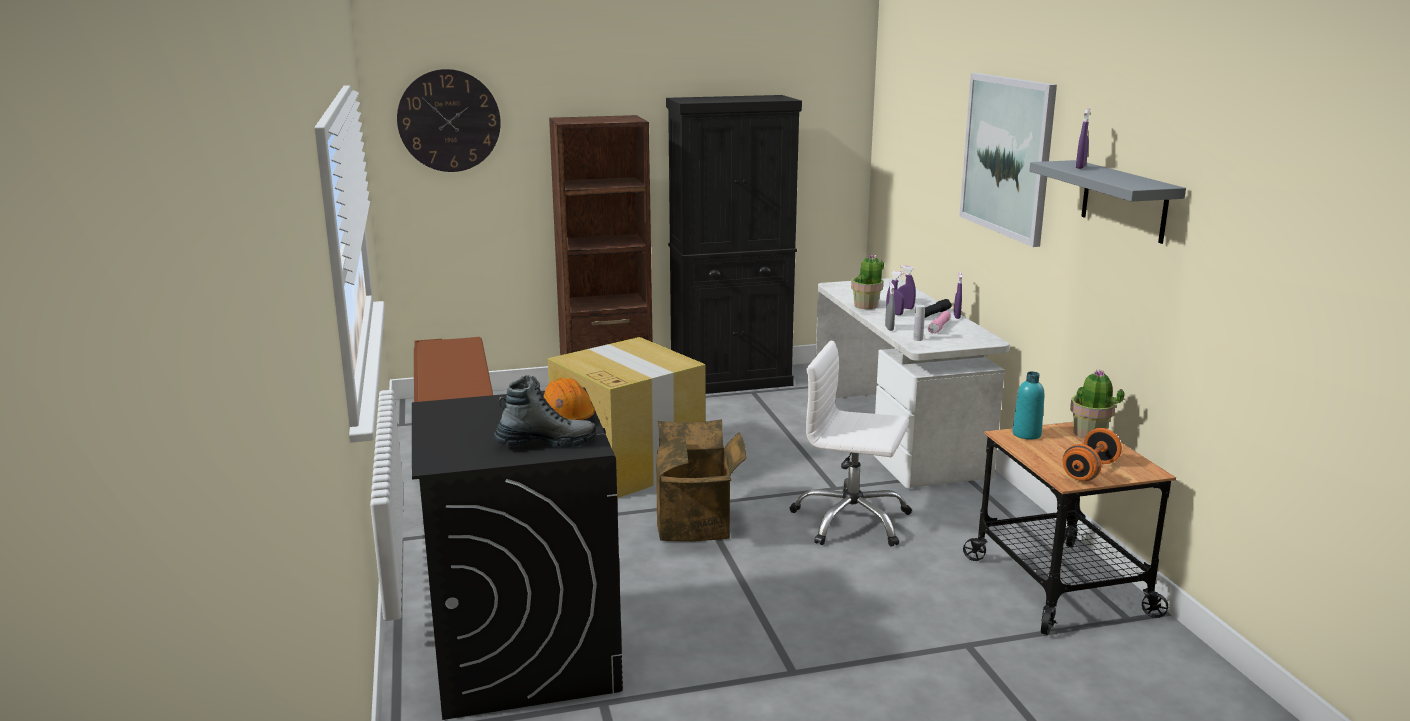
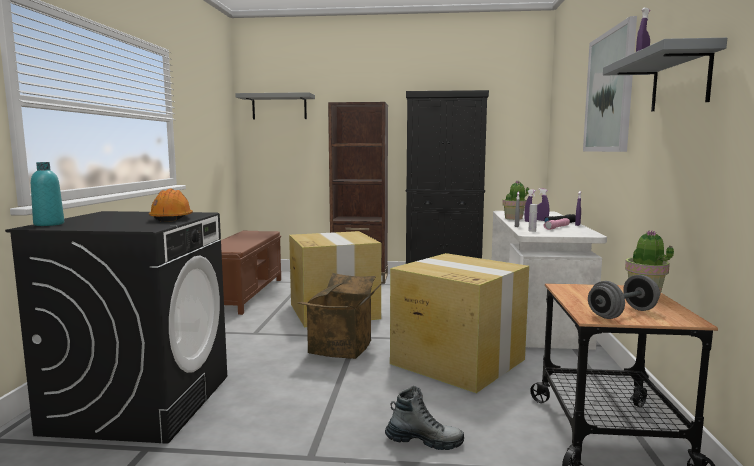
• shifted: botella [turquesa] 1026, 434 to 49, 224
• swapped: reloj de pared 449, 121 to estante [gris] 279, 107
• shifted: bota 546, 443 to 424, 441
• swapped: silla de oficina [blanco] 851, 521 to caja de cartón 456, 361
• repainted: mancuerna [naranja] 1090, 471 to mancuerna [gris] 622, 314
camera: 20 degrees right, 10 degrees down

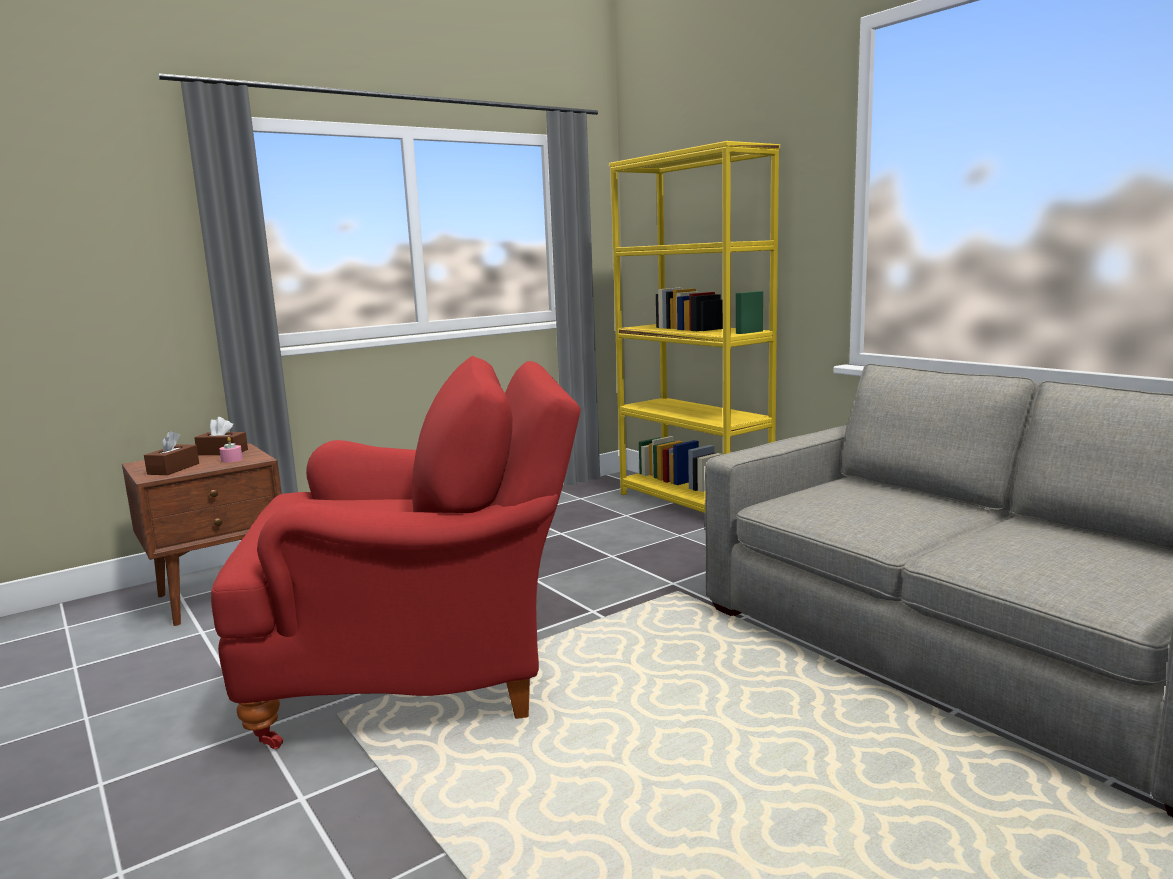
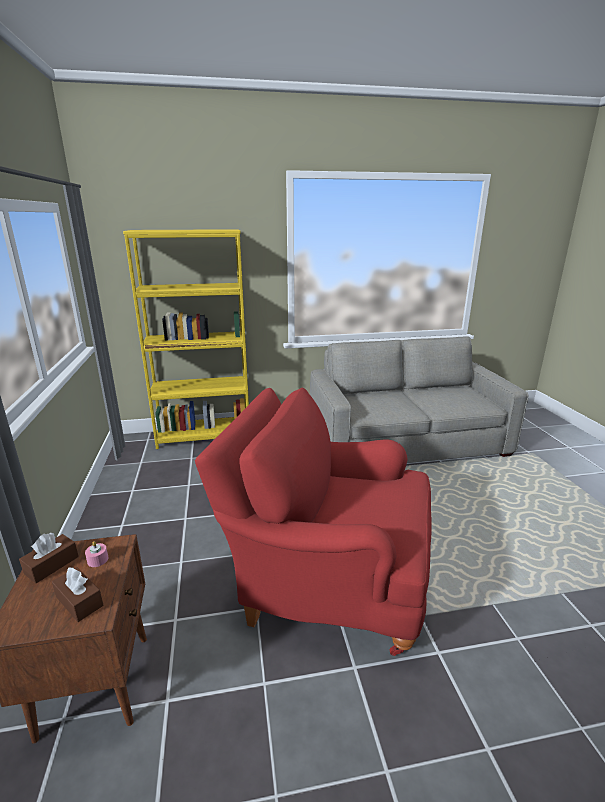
• rotated: sillón [rojo] 423, 669 = 326, 579 90 degrees counterclockwise
camera: 65 degrees left, 10 degrees up

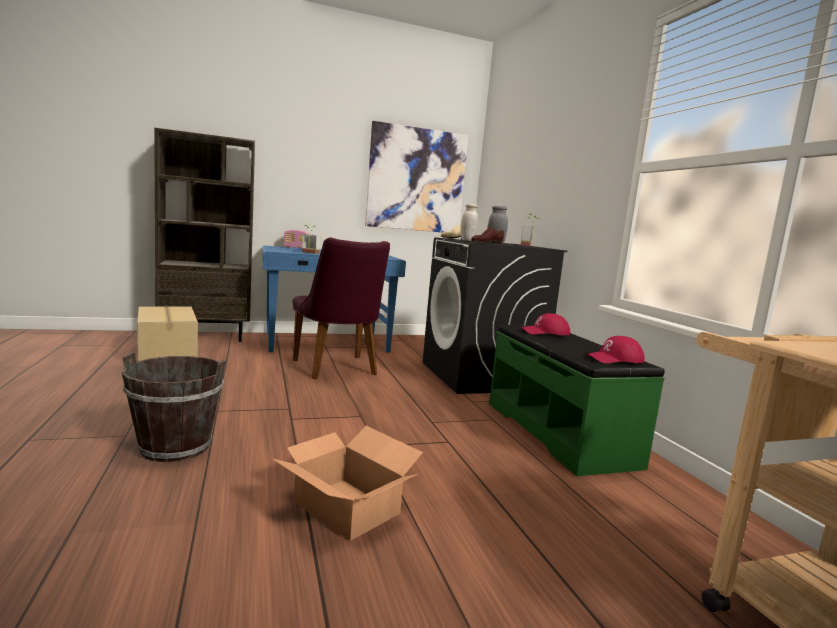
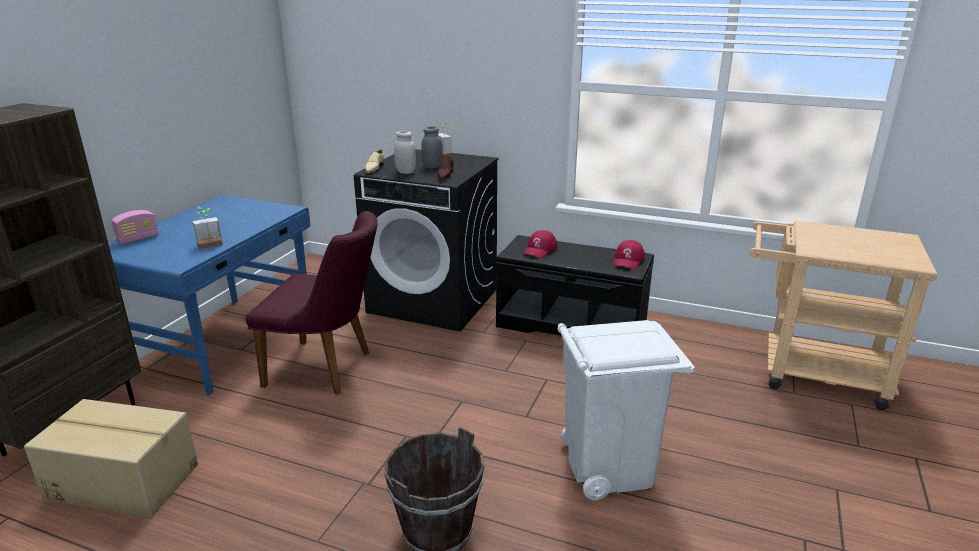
• repainted: banco [verde] 559, 432 to banco [negro] 571, 325
• swapped: caja de cartón 346, 507 to papelera [blanco] 609, 467
• gone: cuadro 416, 180
camera: 50 degrees left, 15 degrees up

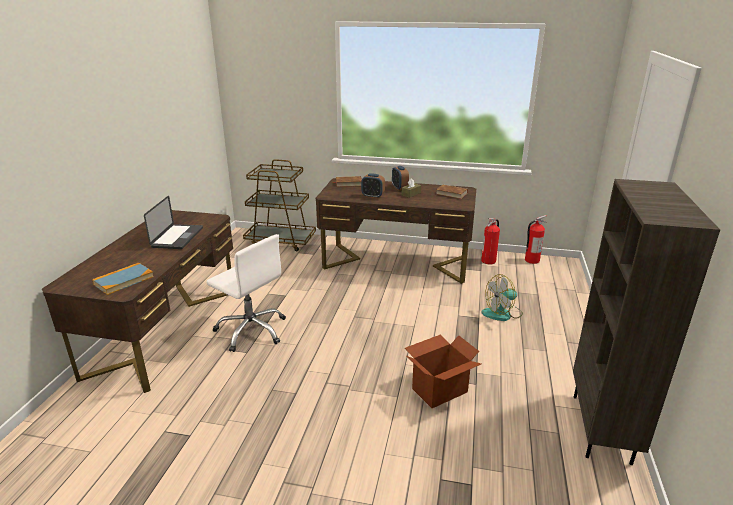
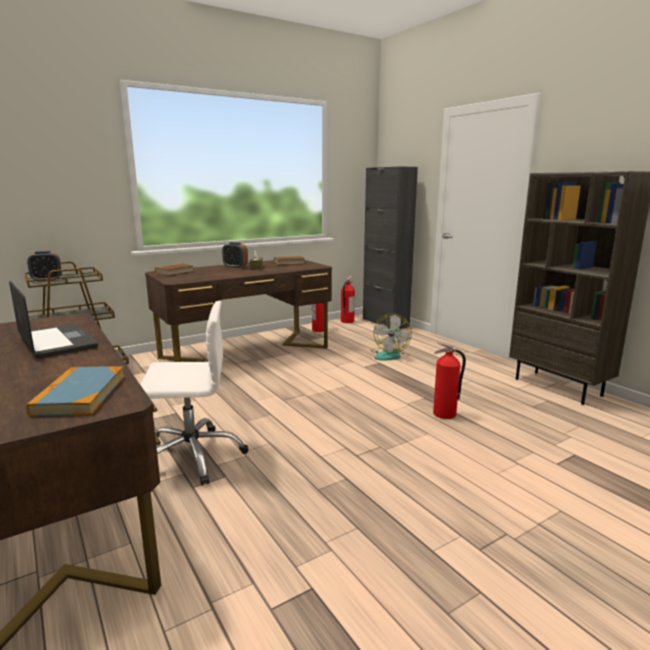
• shifted: despertador 373, 196 to 47, 280
• new: armario [negro] 385, 323
• swapped: caja de cartón 439, 390 to extintor 445, 414
camera: 45 degrees left, 10 degrees down

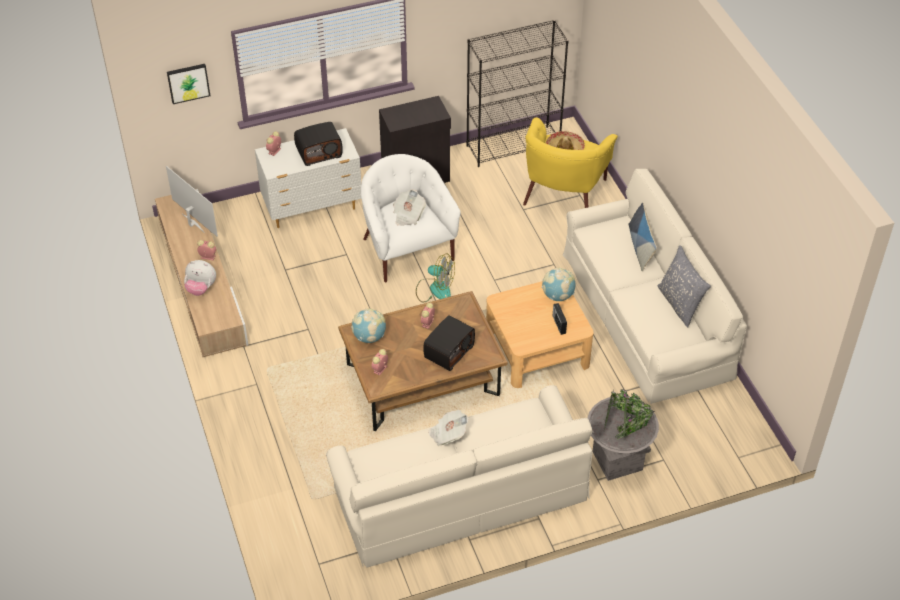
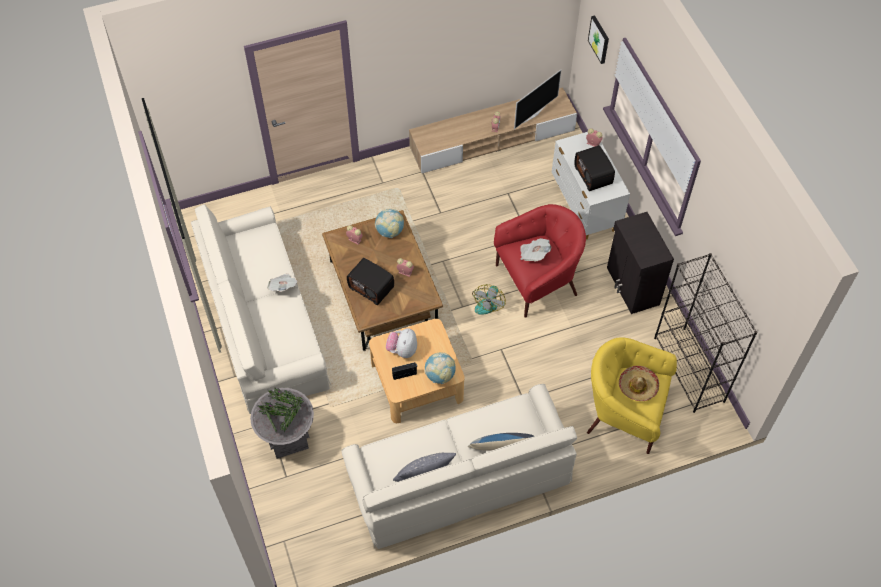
• shifted: peluche 201, 288 to 402, 350
• repainted: sillón [blanco] 407, 249 to sillón [rojo] 537, 280
camera: 90 degrees right, 10 degrees up

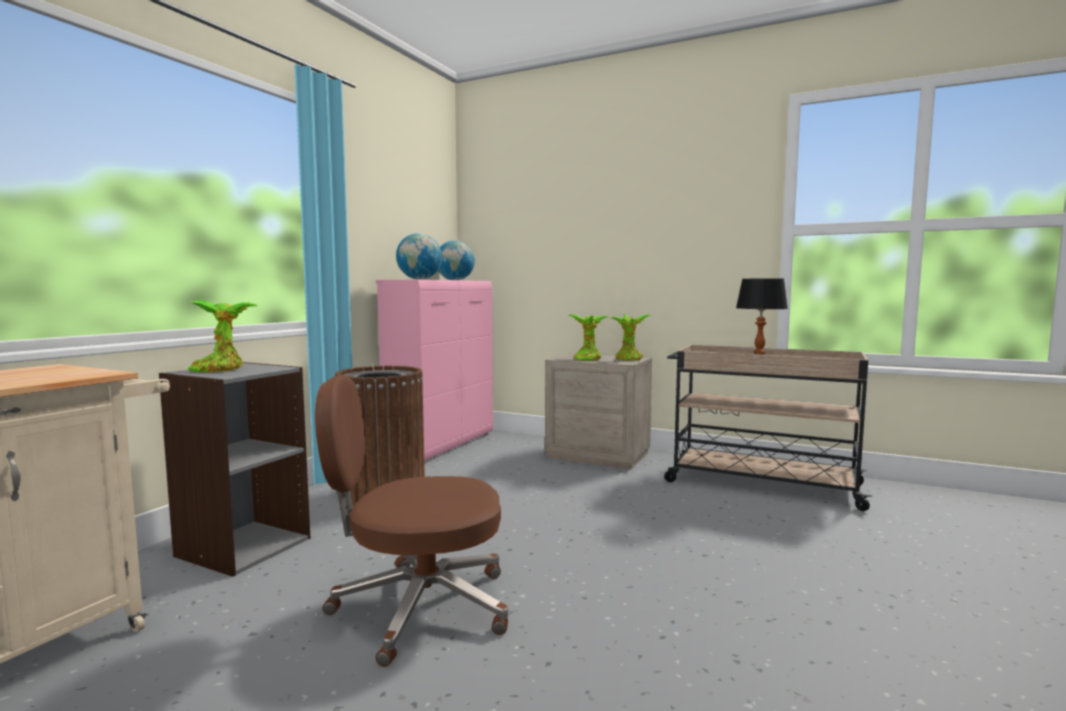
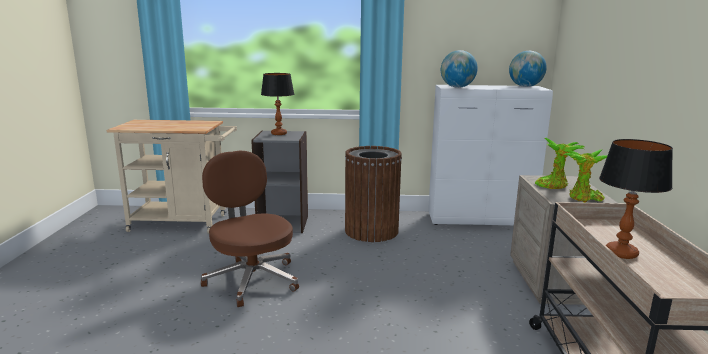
• swapped: planta en maceta 221, 369 to lámpara de mesa 279, 134
• repainted: armario [rosa] 442, 445 to armario [blanco] 480, 220
camera: 65 degrees right, 10 degrees up

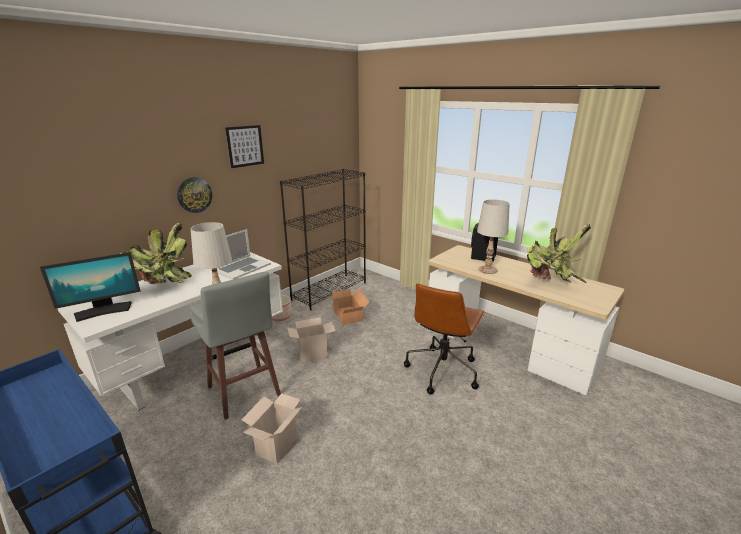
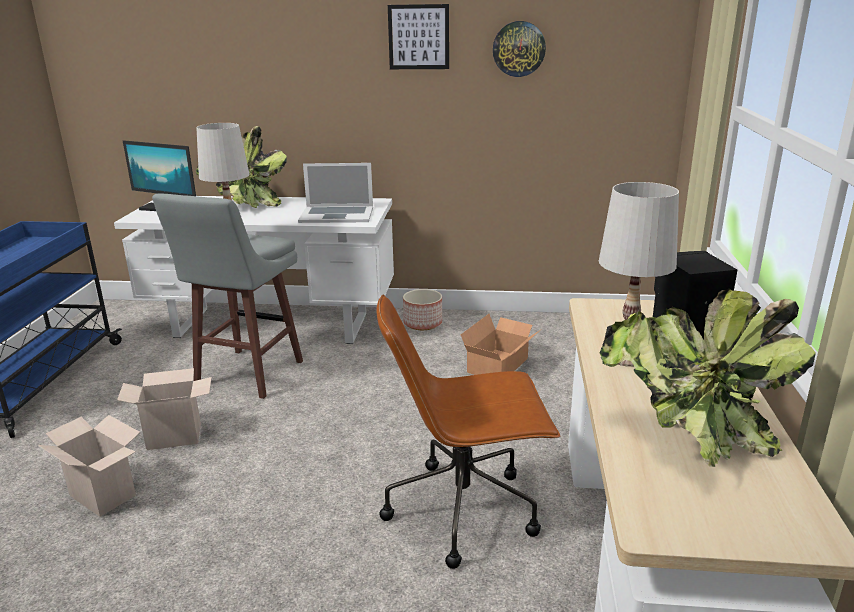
• shifted: caja de cartón 313, 354 to 105, 495
• shifted: reloj de pared 194, 195 to 519, 49
• gone: estantería [negro] 329, 291
camera: 55 degrees right, 0 degrees up

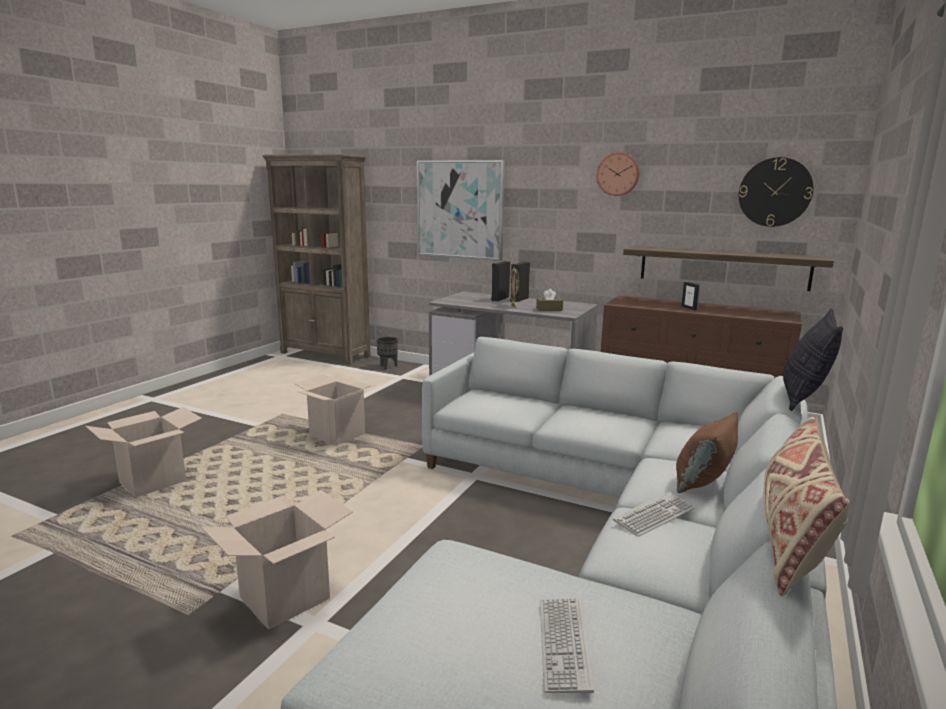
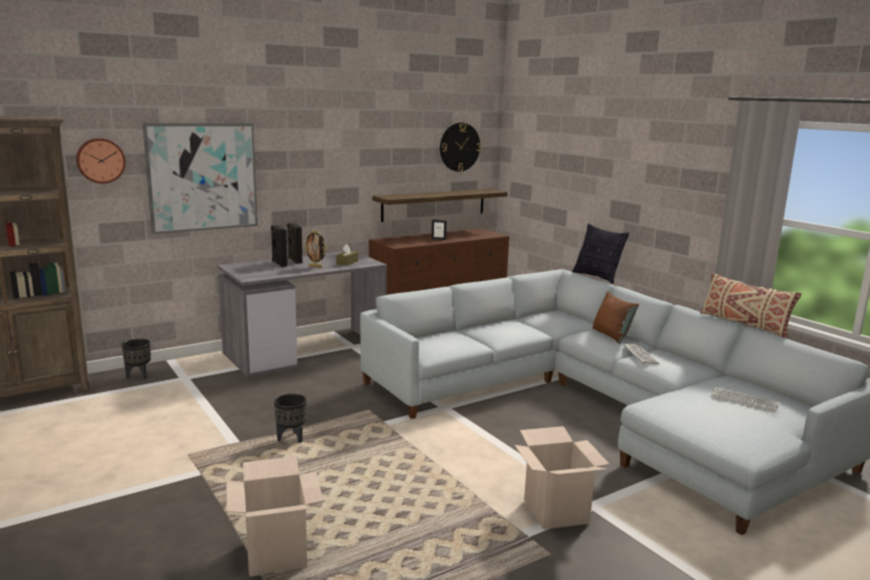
• shifted: reloj de pared 618, 174 to 100, 160
• swapped: caja de cartón 337, 435 to maceta [negro] 291, 438
camera: 60 degrees left, 0 degrees up

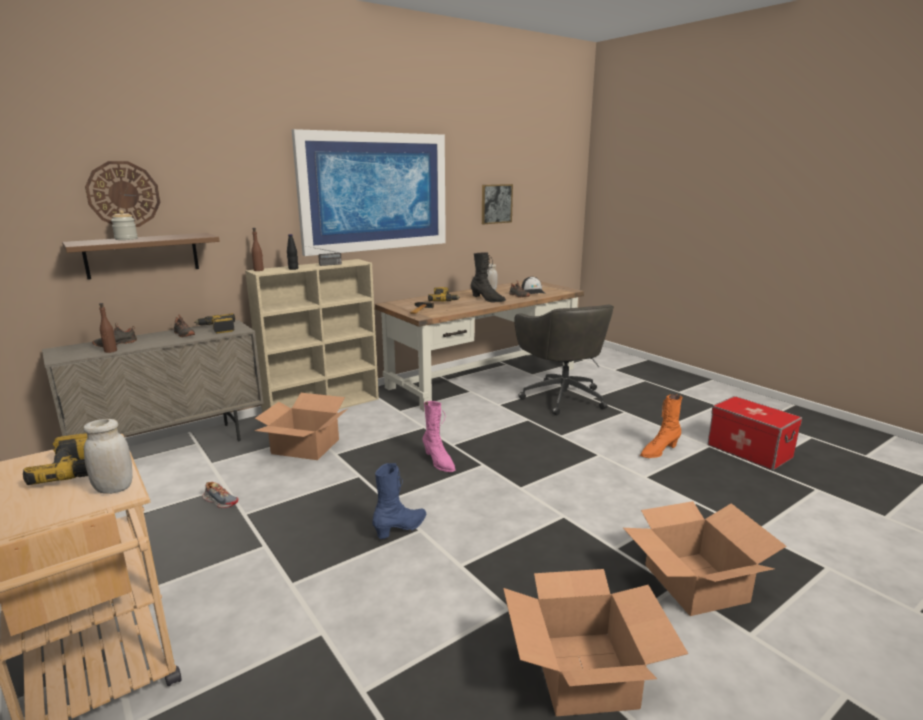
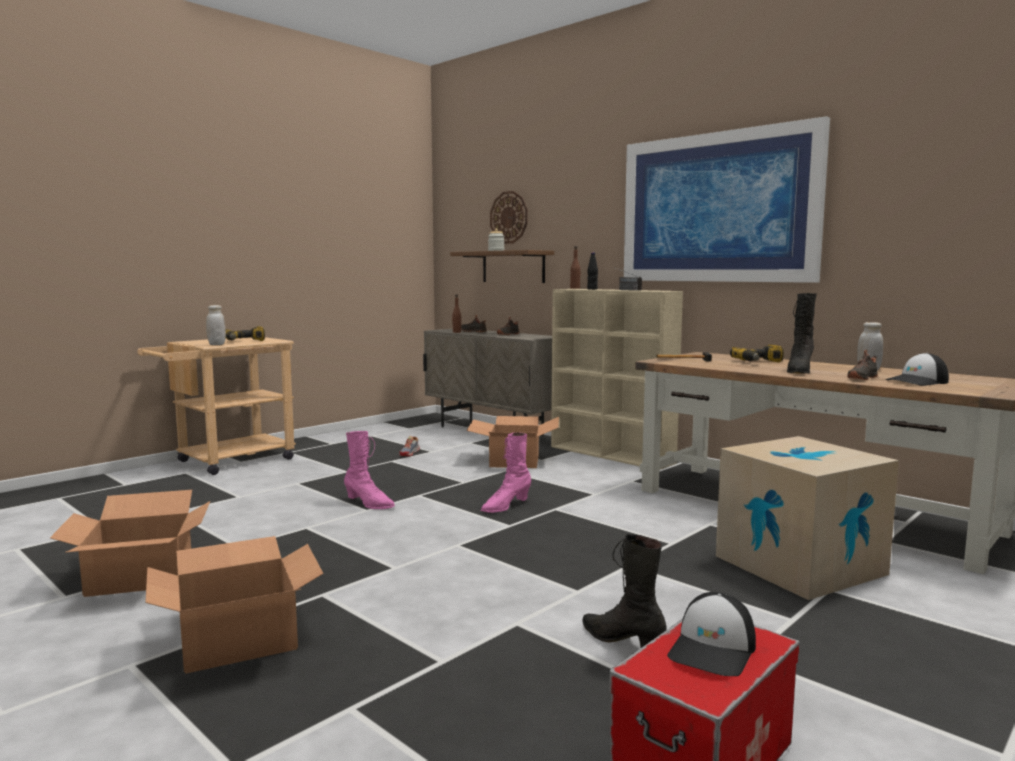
• repainted: bota [azul] 401, 528 to bota [rosa] 369, 504
• repainted: bota [naranja] 658, 452 to bota [negro] 622, 642
• new: gorra 713, 650
• swapped: silla de oficina [gris] 562, 397 to caja de cartón 799, 565
• gone: taladro 218, 328
• gone: cuadro 496, 204
camera: 80 degrees right, 10 degrees down

